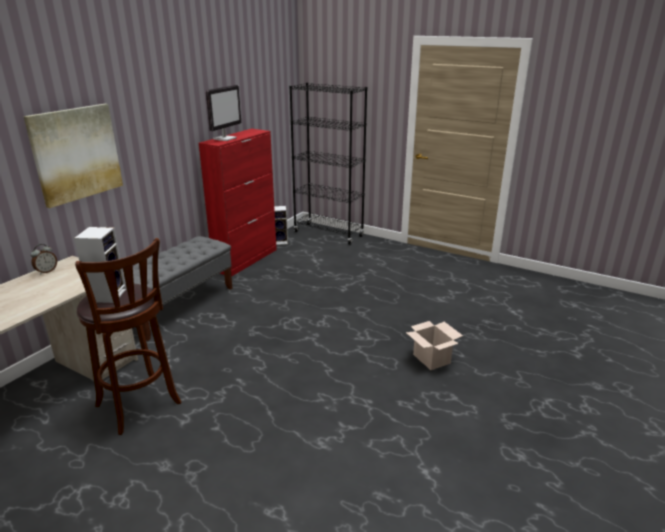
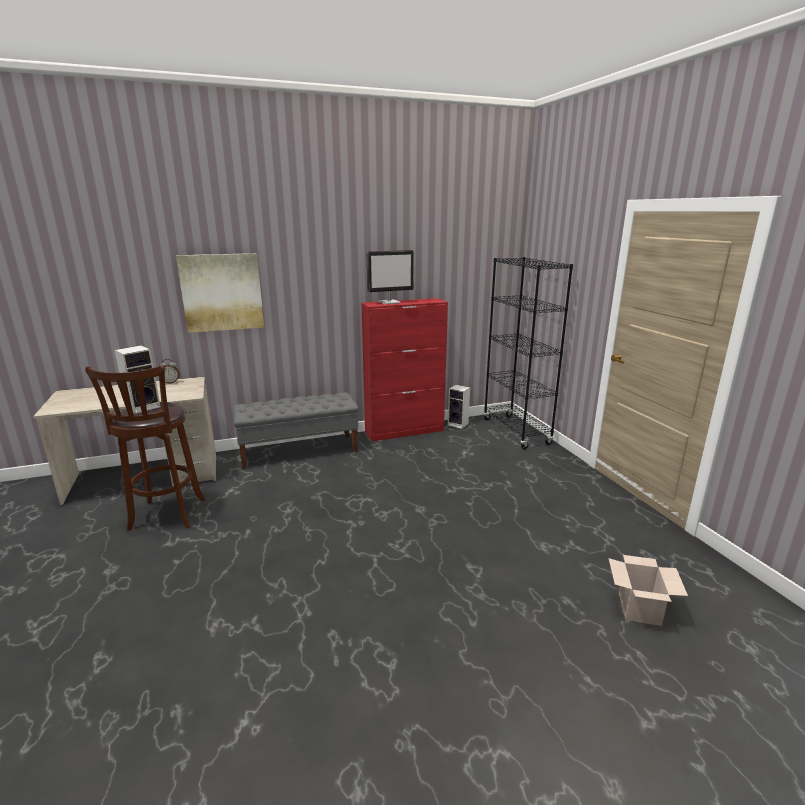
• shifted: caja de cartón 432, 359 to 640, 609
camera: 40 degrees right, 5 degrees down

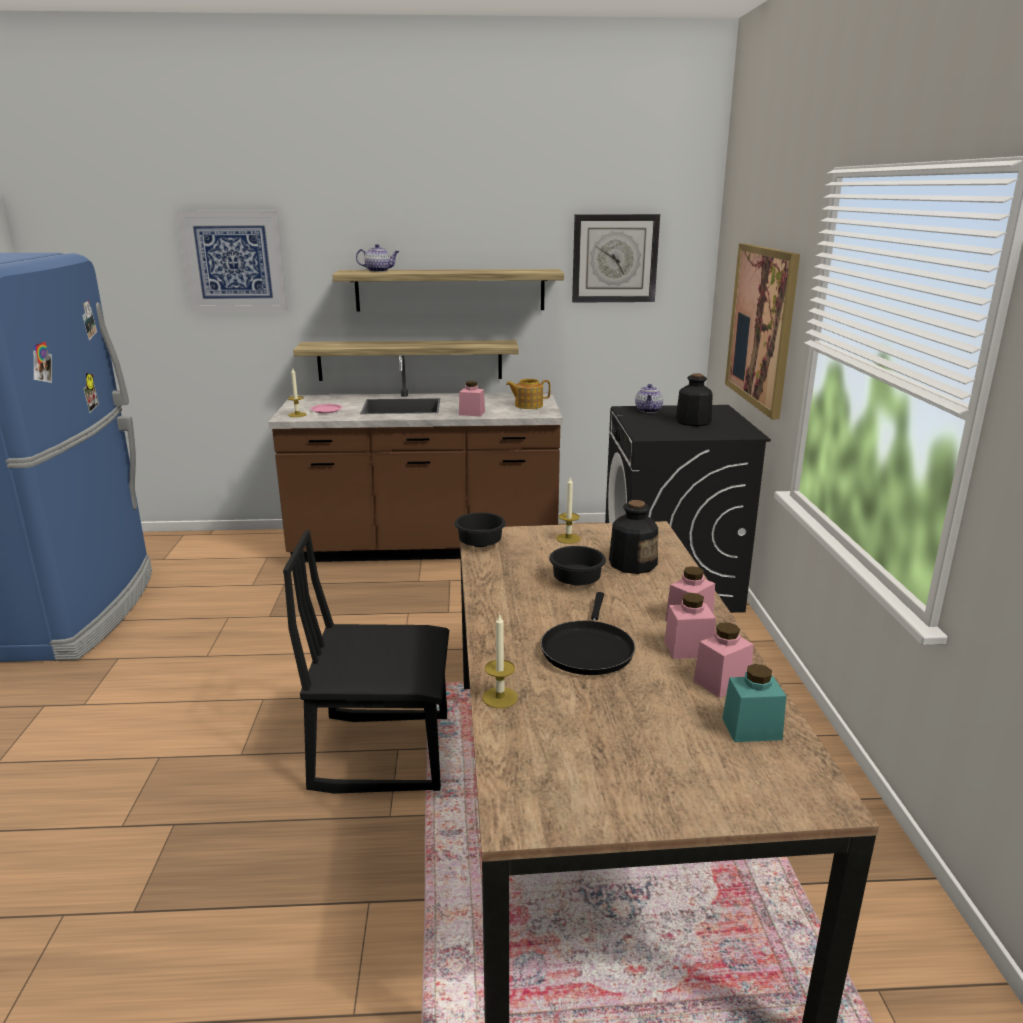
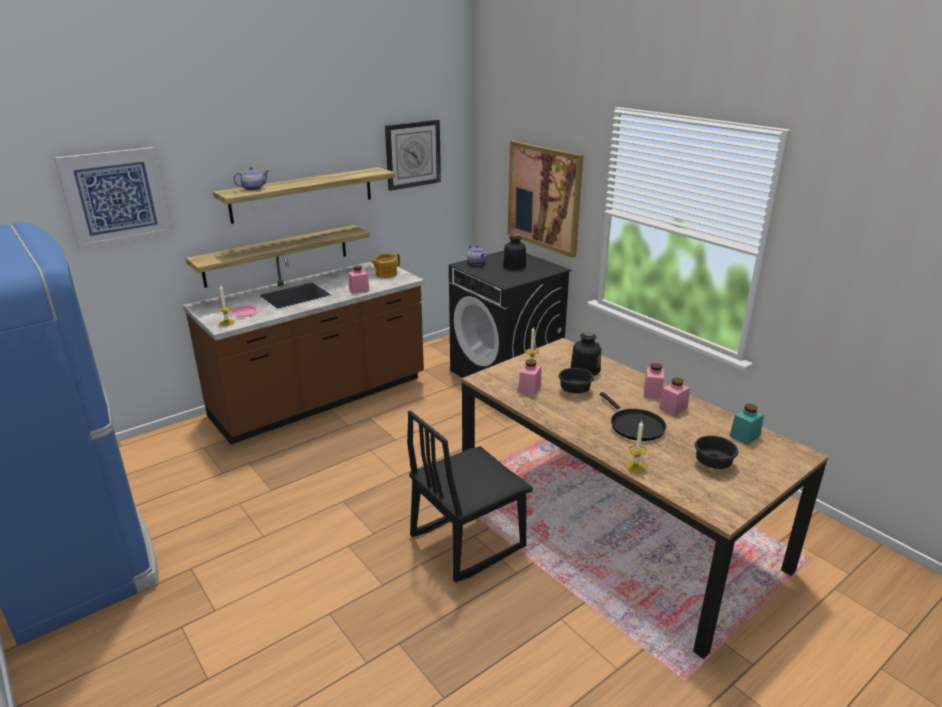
• shifted: tarro [rosa] 722, 682 to 529, 389
• shifted: cuenco [negro] 482, 544 to 714, 463
camera: 35 degrees left, 5 degrees up

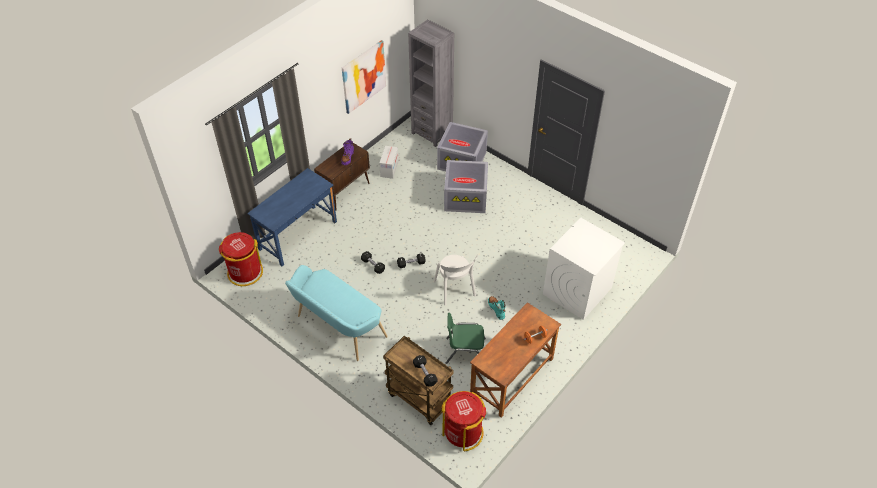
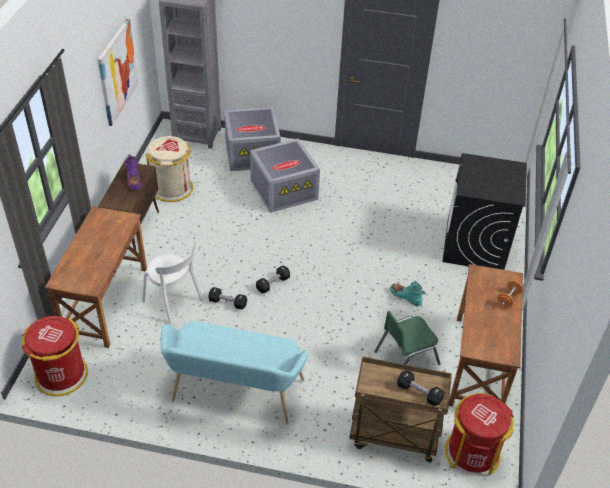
• repainted: escritorio [azul] 298, 235 to escritorio [marrón] 105, 302
• shifted: silla [blanco] 455, 290 to 174, 302
• swapped: caja de cartón 389, 169 to papelera [beis] 172, 188
• repainted: lavadora [blanco] 577, 291 to lavadora [negro] 475, 245
camera: 30 degrees left, 5 degrees down

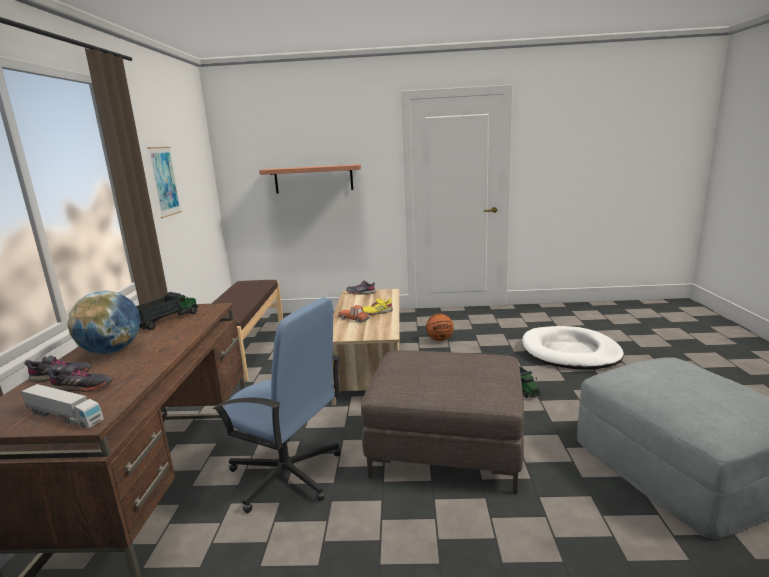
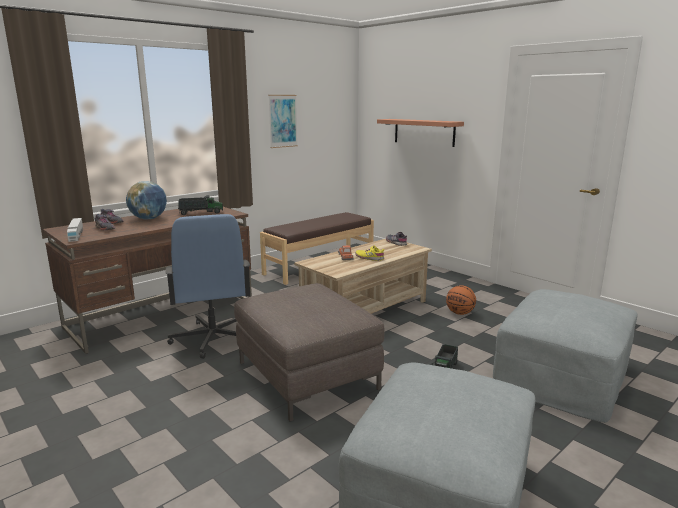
• swapped: cama para perro [blanco] 570, 352 to puf [gris] 562, 375
camera: 45 degrees right, 0 degrees up

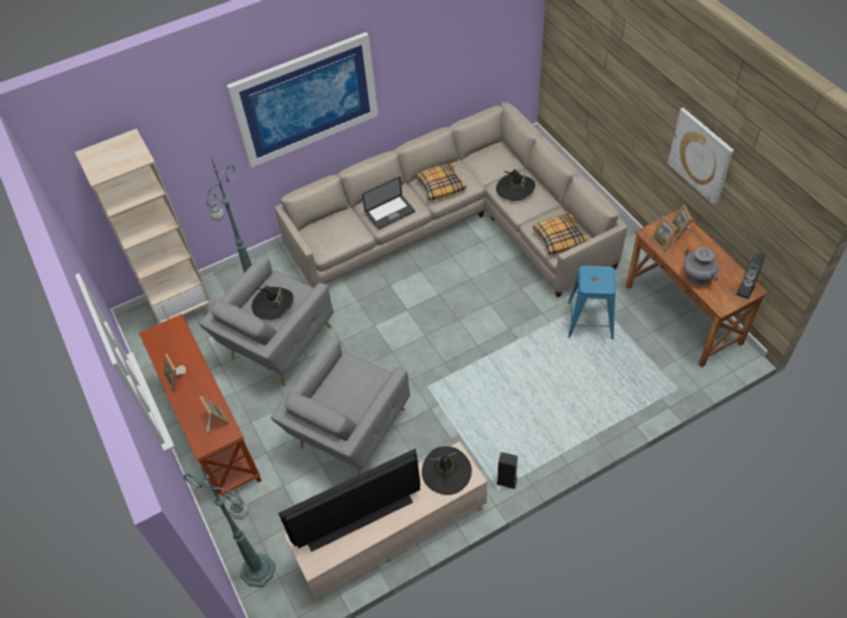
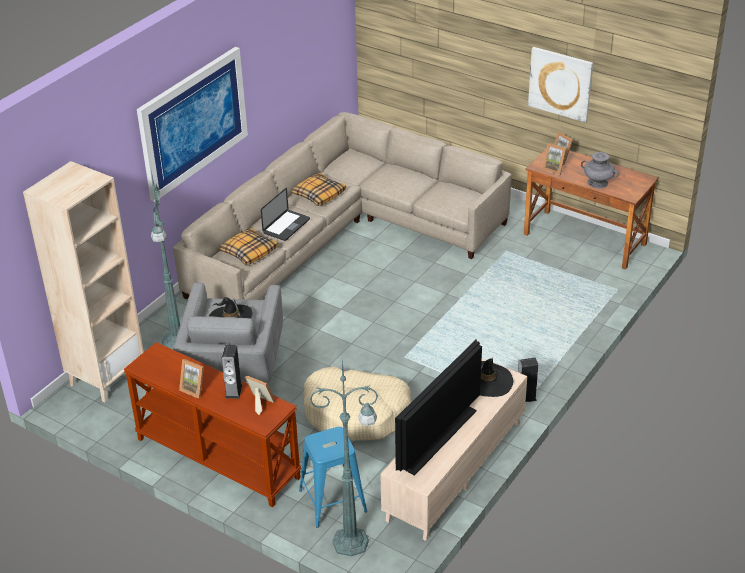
• shifted: cojín 559, 238 to 249, 252
• shifted: altavoz 745, 290 to 233, 391
• shifted: taburete [azul] 590, 320 to 333, 500
• swapped: sillón [gris] 349, 432 to cama para perro [beis] 357, 413
• gone: sombrero [negro] 515, 188
camera: 30 degrees left, 15 degrees down

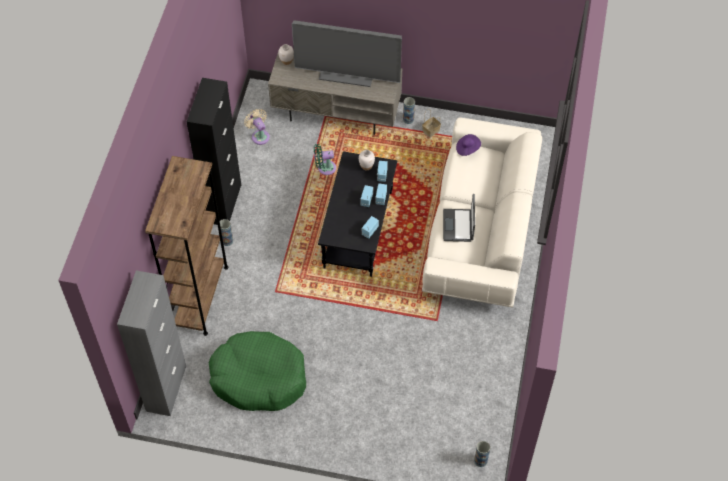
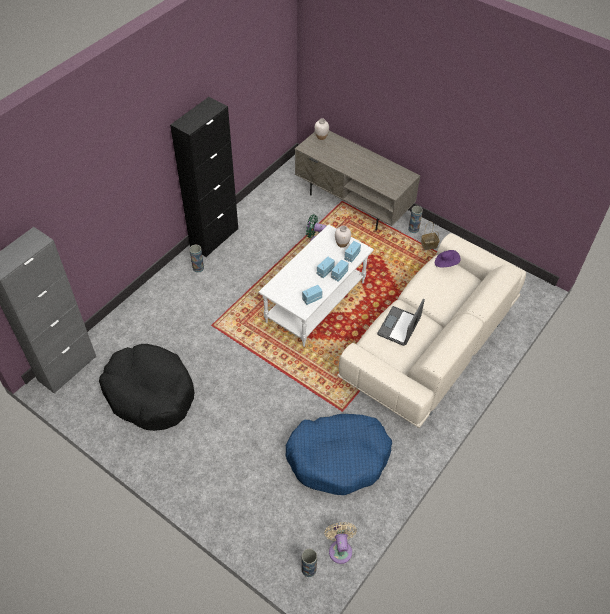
• repainted: cama para perro [verde] 258, 377 to cama para perro [negro] 150, 393
• repainted: mesa de centro [negro] 359, 230 to mesa de centro [blanco] 316, 303
• new: cama para perro [azul] 338, 457
• shifted: ventilador [beis] 259, 135 to 340, 549
• gone: estantería [marrón] 200, 297
• gone: televisor 347, 73
camera: 25 degrees right, 5 degrees down

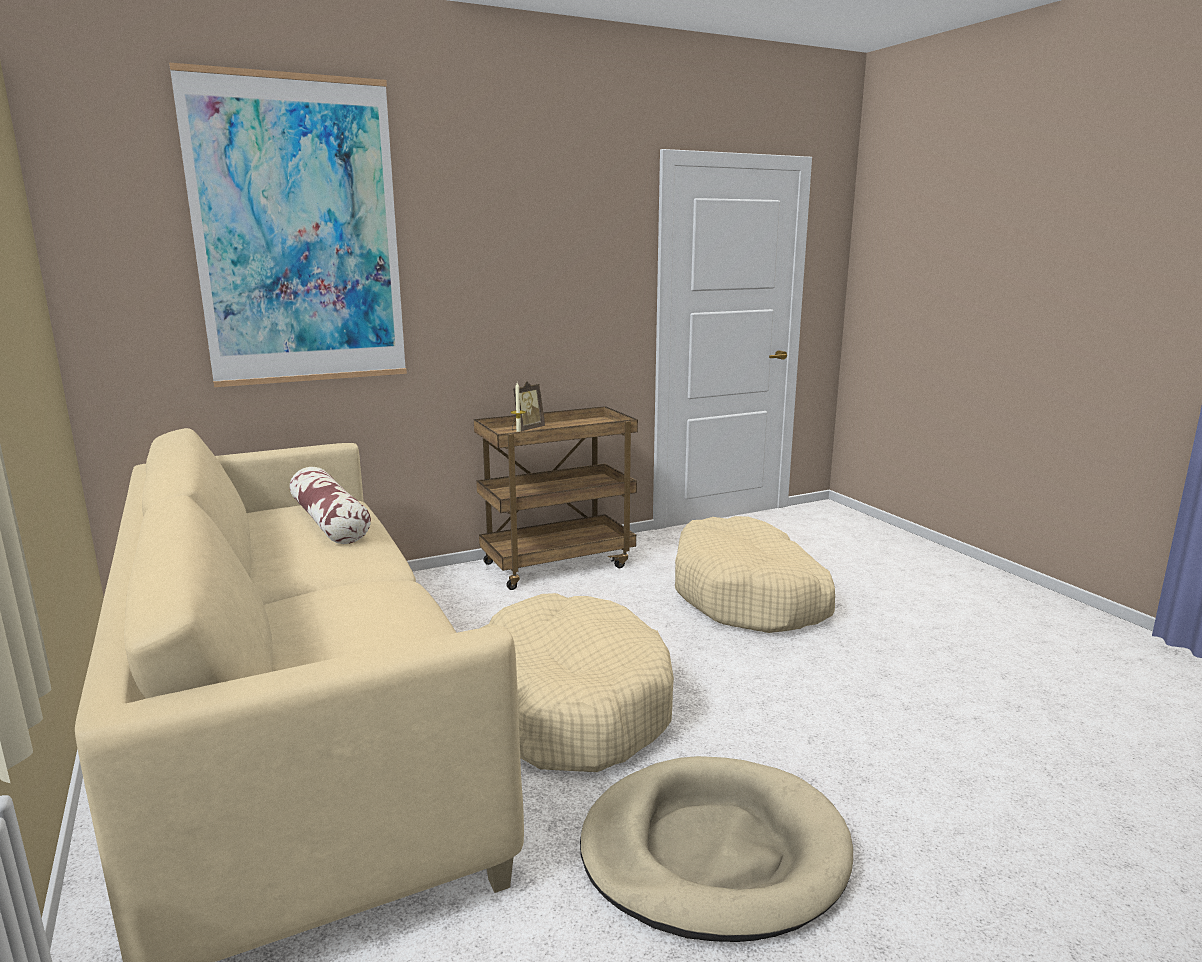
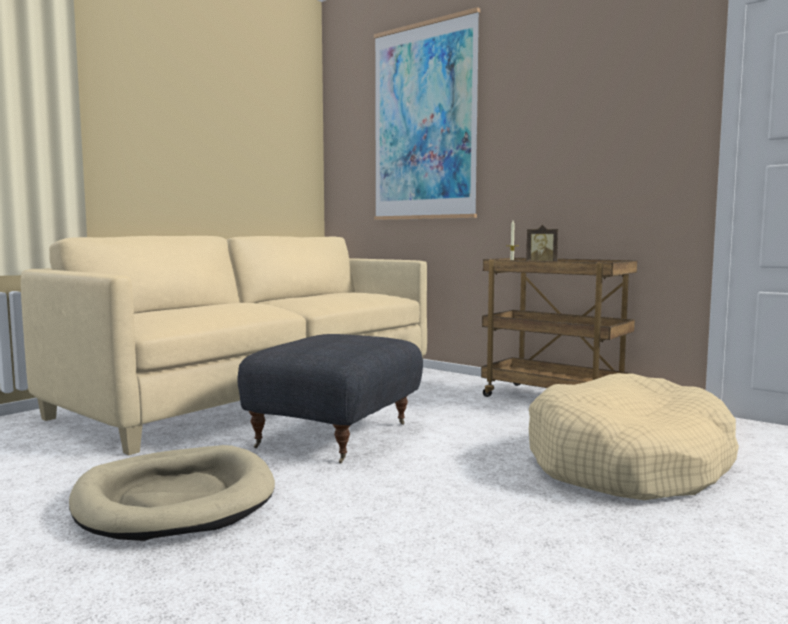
• swapped: cama para perro [beis] 568, 705 to puf [gris] 336, 436
• gone: cojín 329, 522
camera: 65 degrees right, 10 degrees down

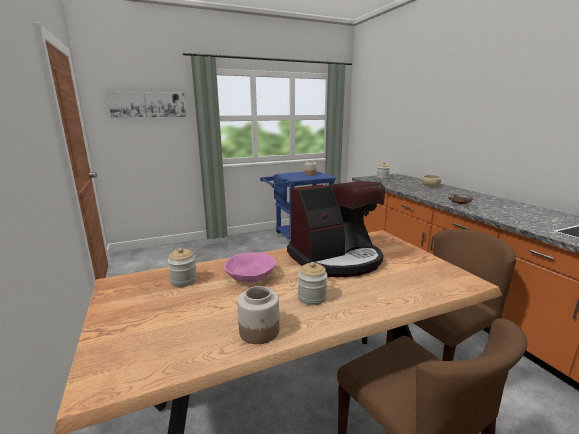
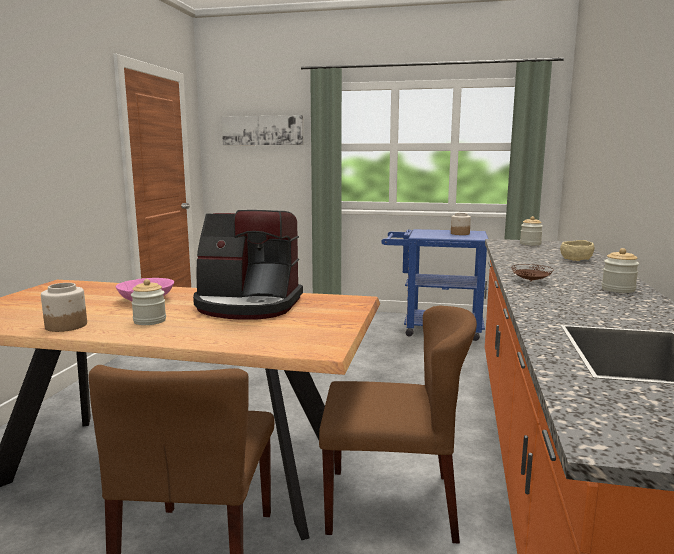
• shifted: tarro 184, 280 to 618, 289
camera: 35 degrees right, 5 degrees down

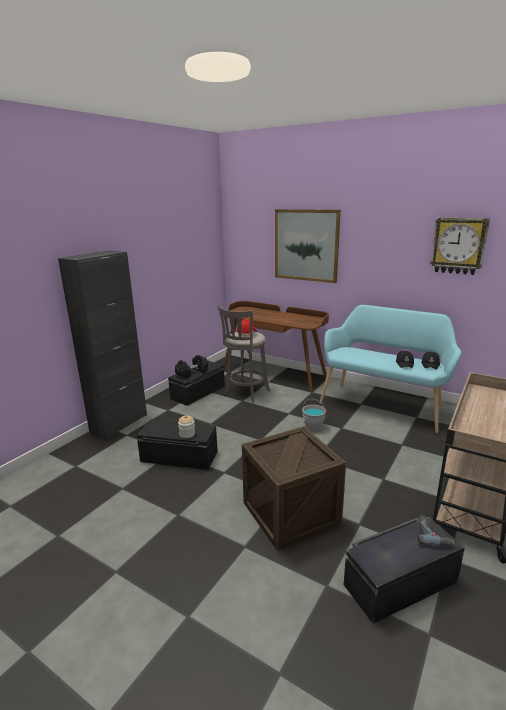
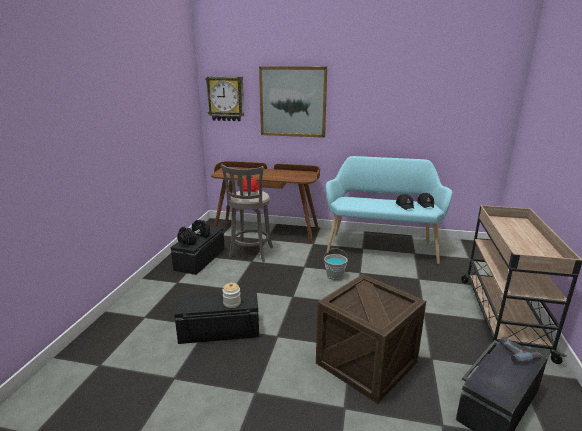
• shifted: reloj de pared 458, 246 to 226, 99
• gone: armario [negro] 119, 423
camera: 20 degrees left, 0 degrees up

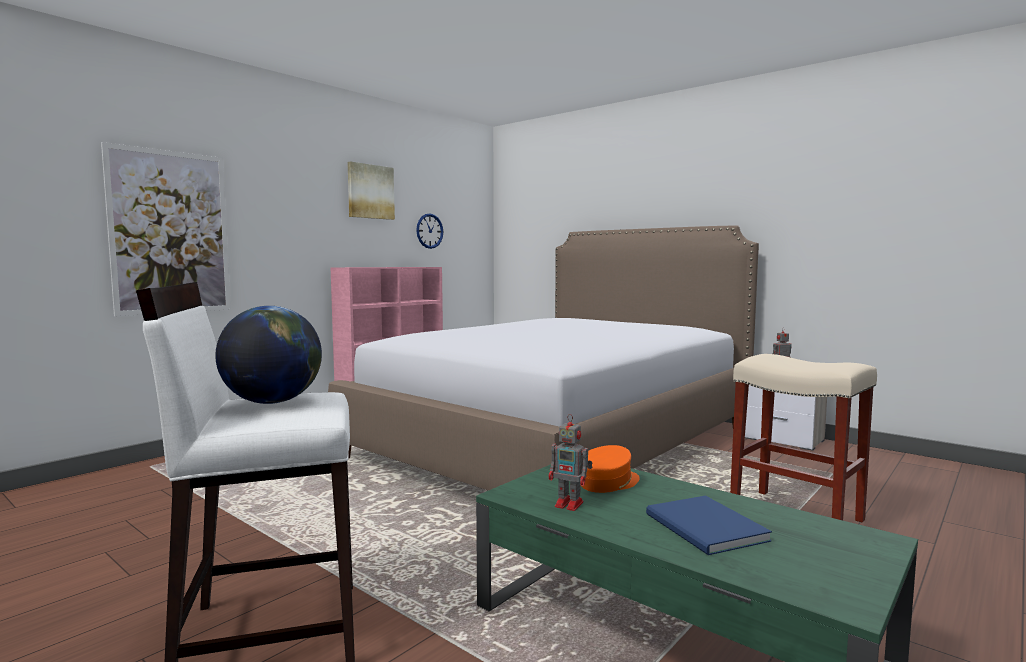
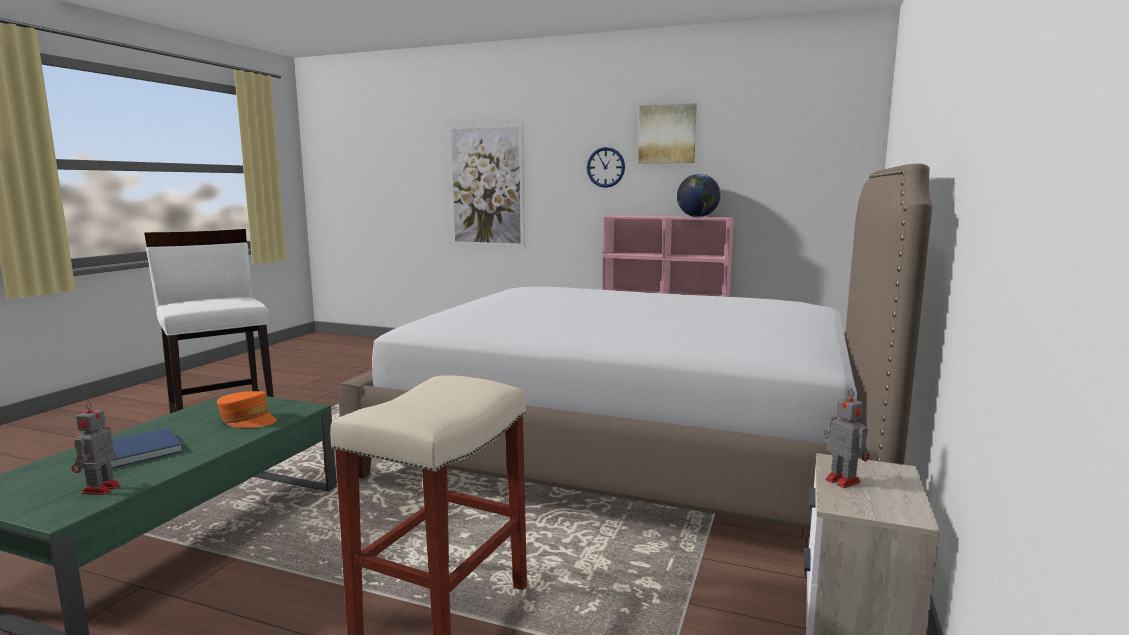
• shifted: robot de juguete 570, 504 to 100, 490
• shifted: reloj de pared 429, 231 to 605, 167
• shifted: globo terráqueo 272, 402 to 697, 217
camera: 70 degrees right, 5 degrees up

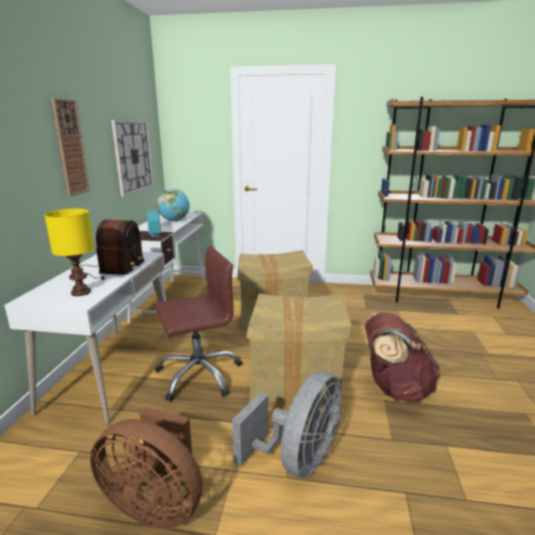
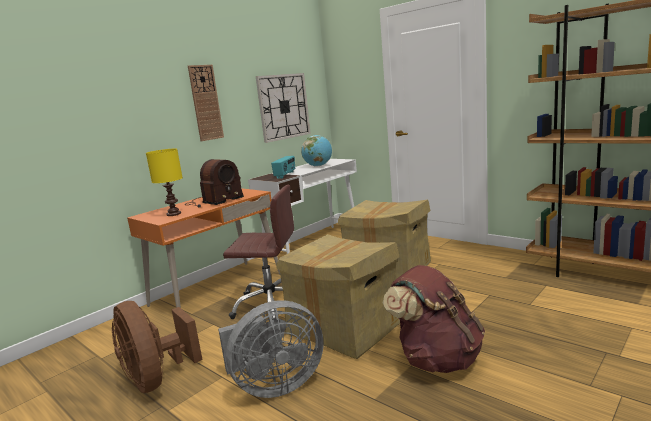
• repainted: escritorio [blanco] 112, 371 to escritorio [naranja] 217, 289
camera: 35 degrees right, 5 degrees down

